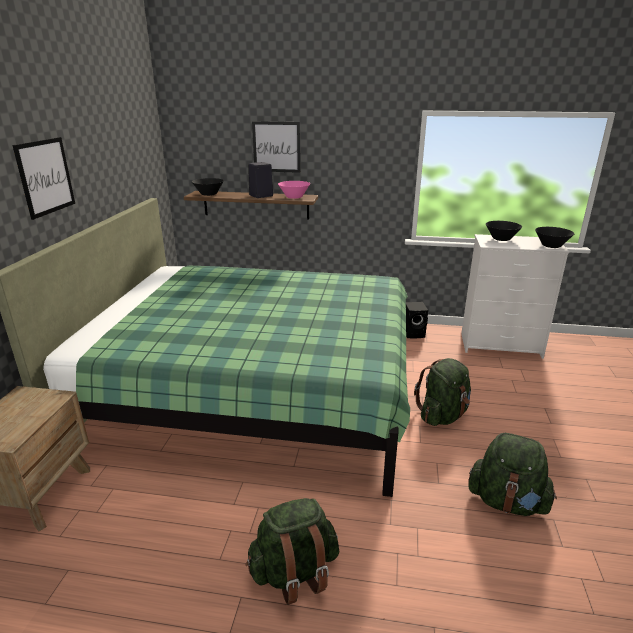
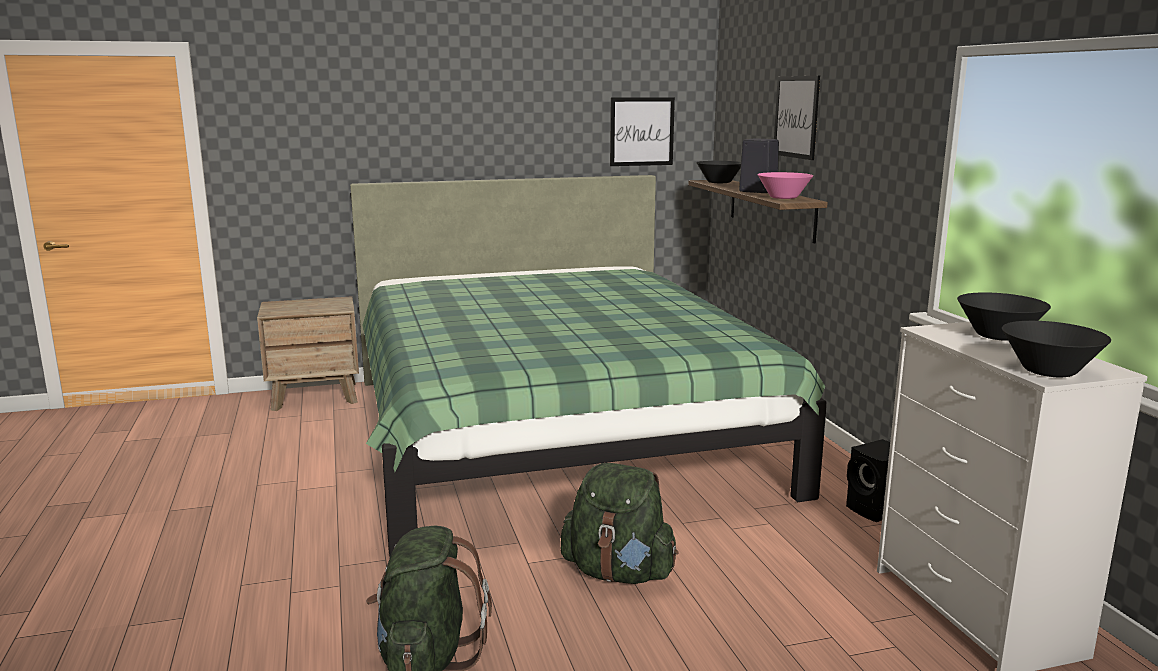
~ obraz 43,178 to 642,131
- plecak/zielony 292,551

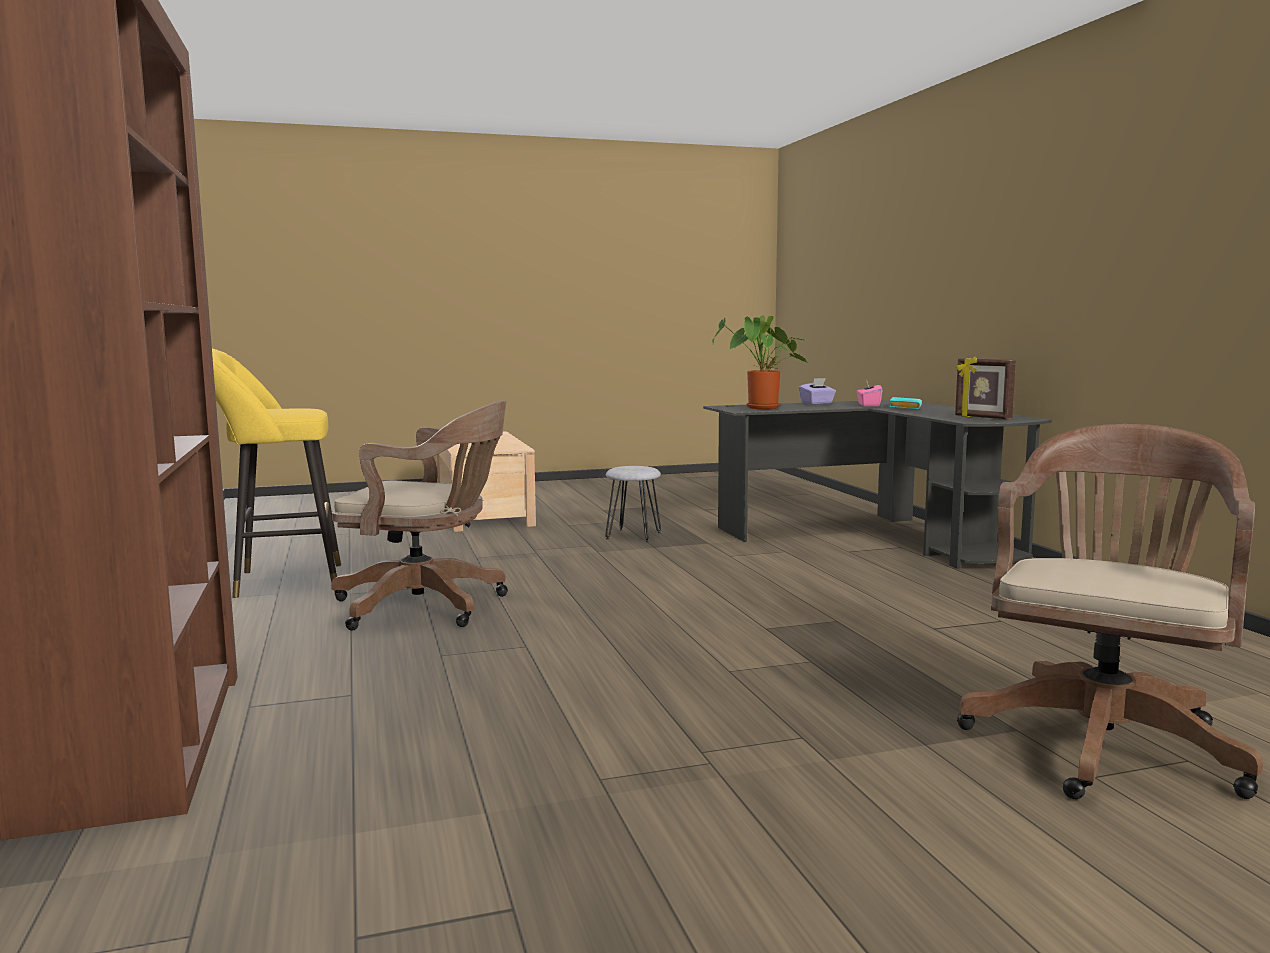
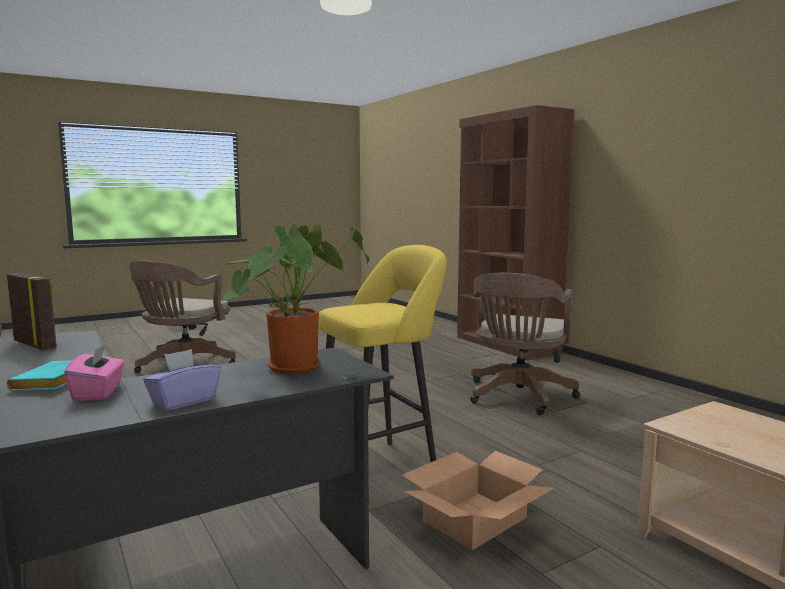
~ stołek/żółty 276,473 to 383,353
~ krzesło biurowe/brązowy 419,516 = 525,344 60 degrees counterclockwise
~ stołek/szary 633,504 to karton 478,500

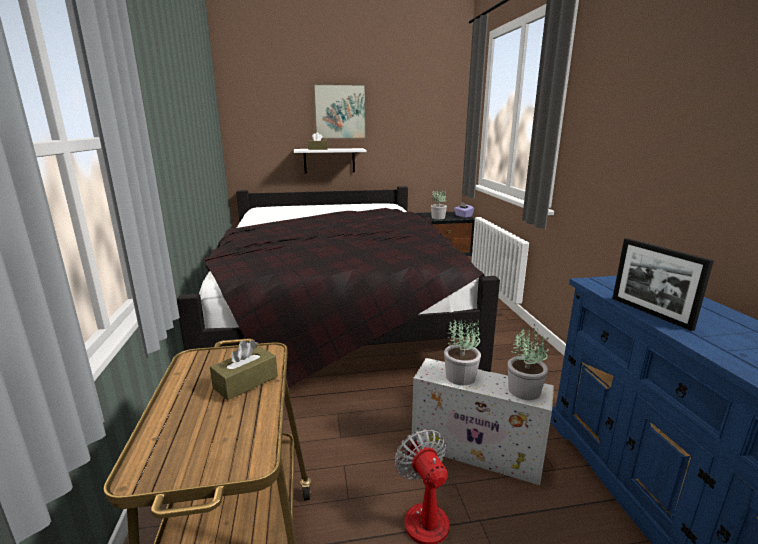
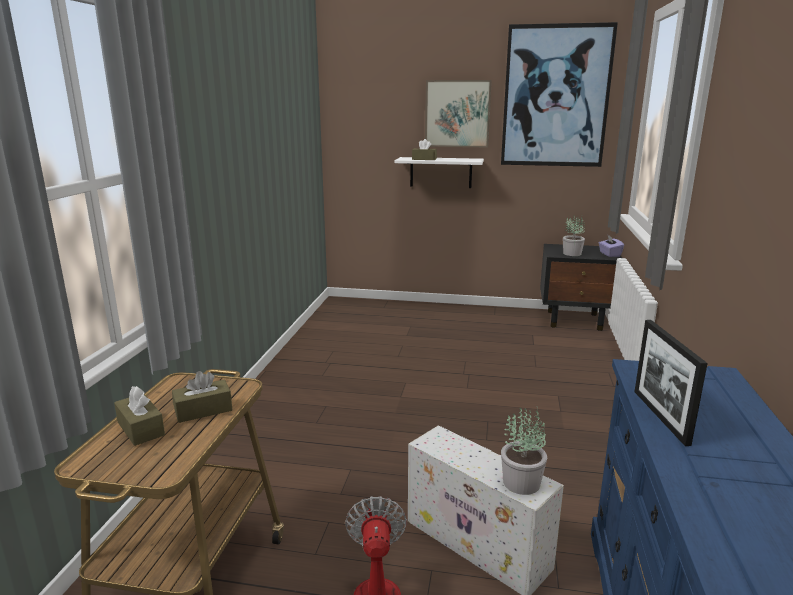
- łóżko/czarny 338,290
- roślina doniczkowa 462,352
+ obraz 559,94
+ pudełko chusteczek/brązowy 139,416

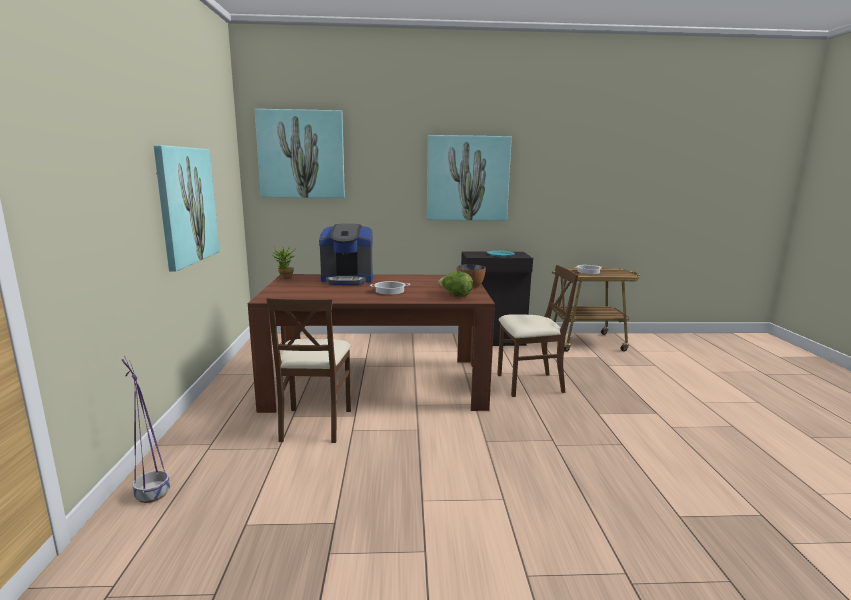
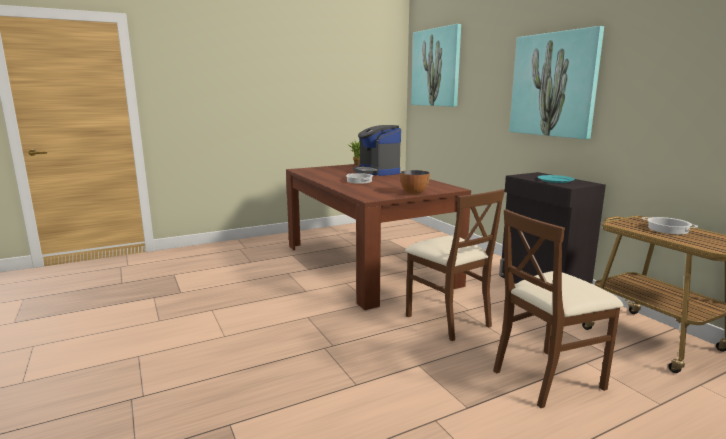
- obraz 186,208
- sałata 455,284
~ krzesło/brązowy 308,370 to 558,308
- donica/fioletowy 146,429

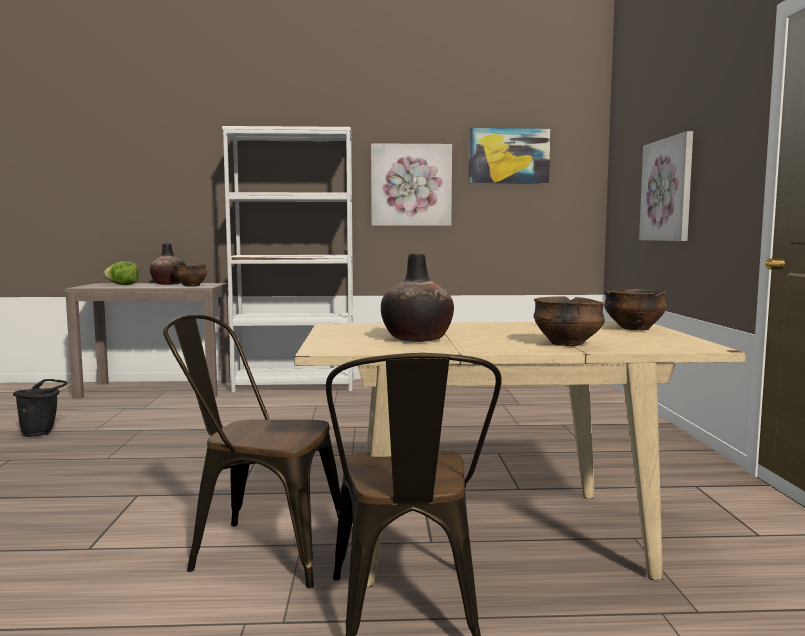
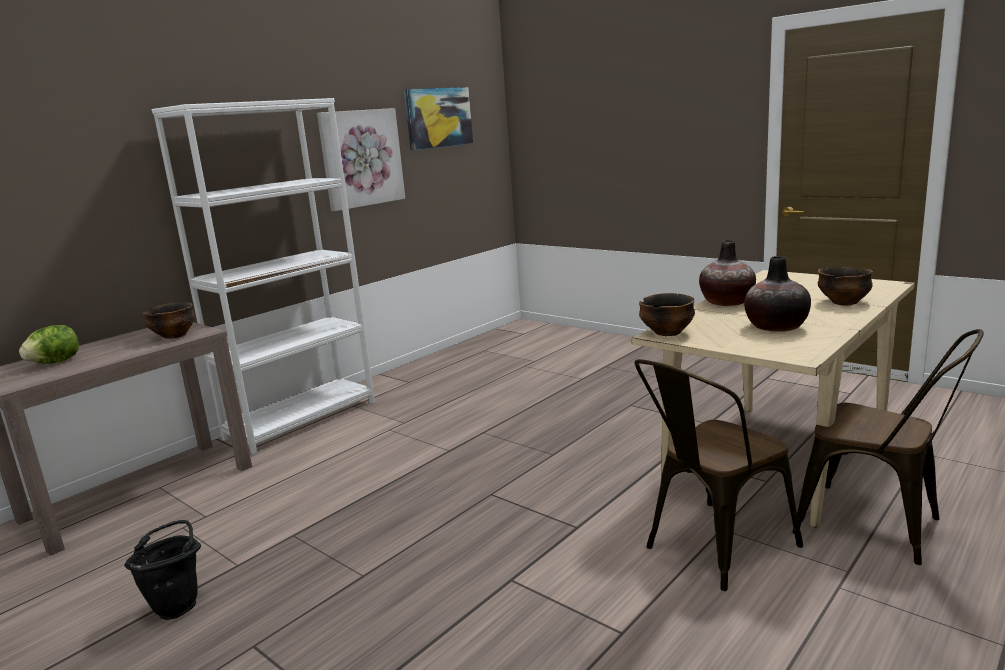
- obraz 666,186
~ wazon 168,264 to 727,273
~ miska 635,309 to 667,314

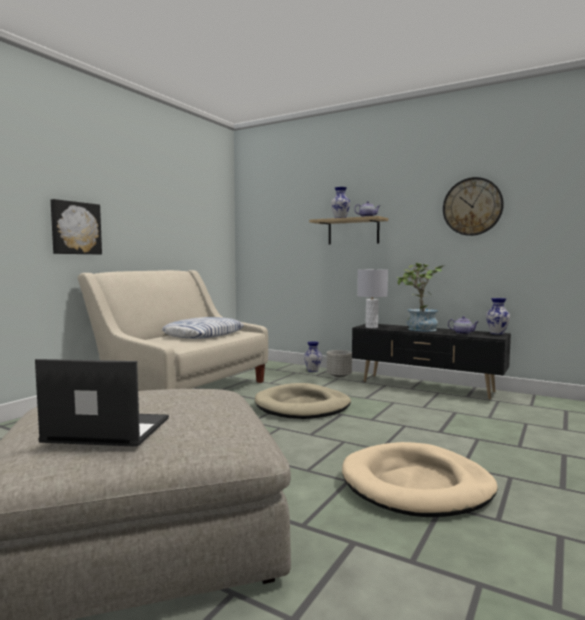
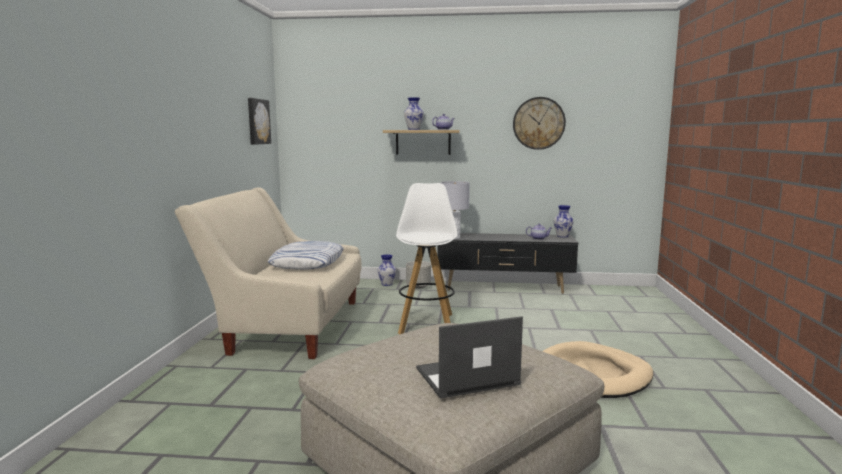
~ obraz 76,226 to 259,121
- roślina doniczkowa 421,297
~ legowisko/beżowy 303,401 to stołek/biały 426,258

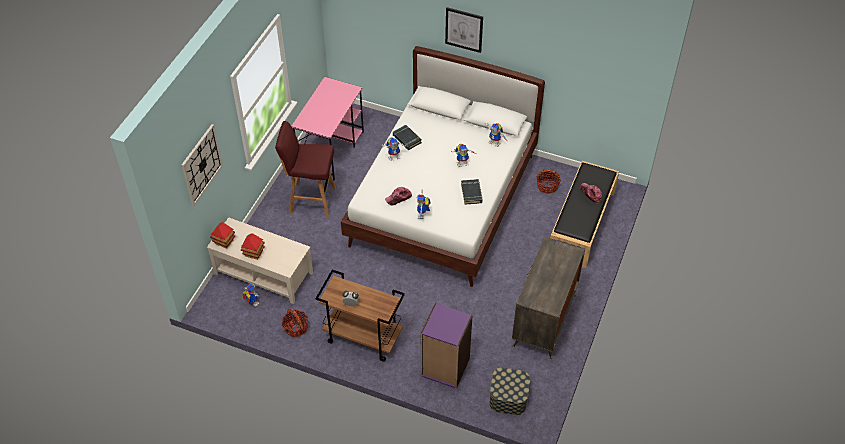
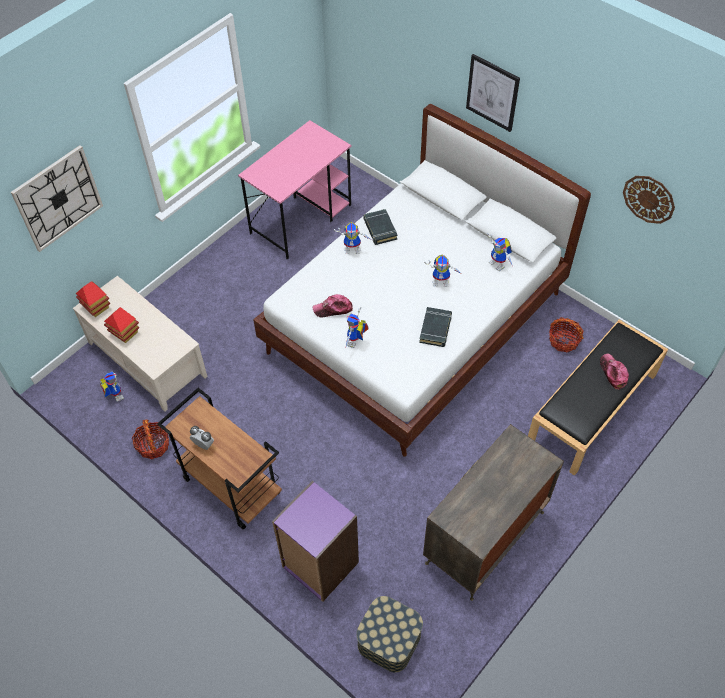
- stołek/czerwony 305,169
+ zegar ścienny 649,200

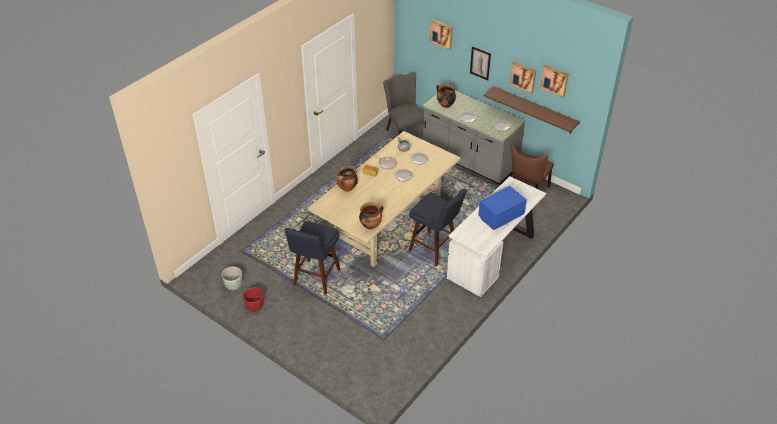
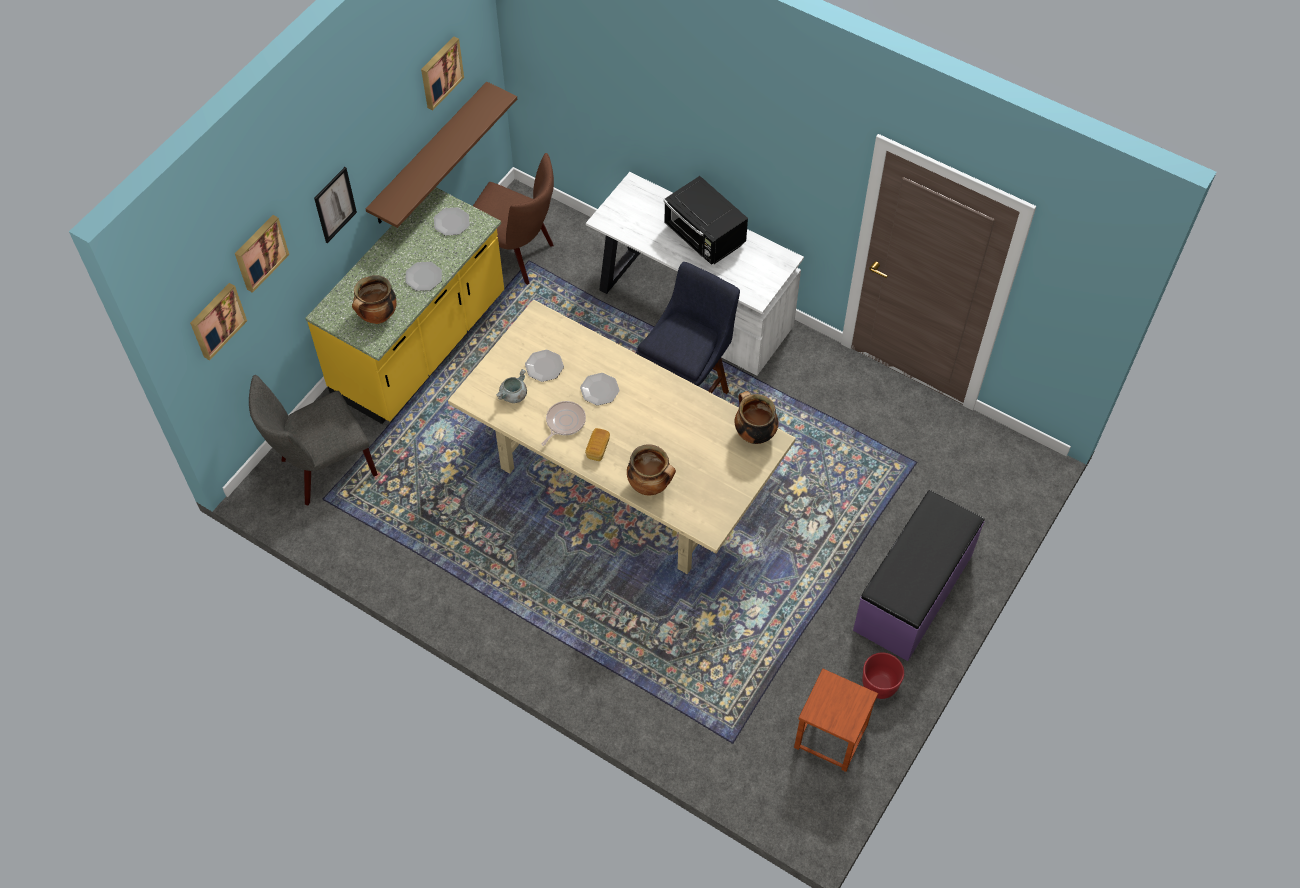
~ obraz 523,78 to 218,321
~ zabudowa kuchenna/szary 474,138 to zabudowa kuchenna/żółty 404,305
~ mikrofalówka/niebieski 502,208 to mikrofalówka/czarny 706,220
- stołek/niebieski 313,257
~ donica/szary 232,278 to stołek/brązowy 836,720
+ ławka/fioletowy 919,575

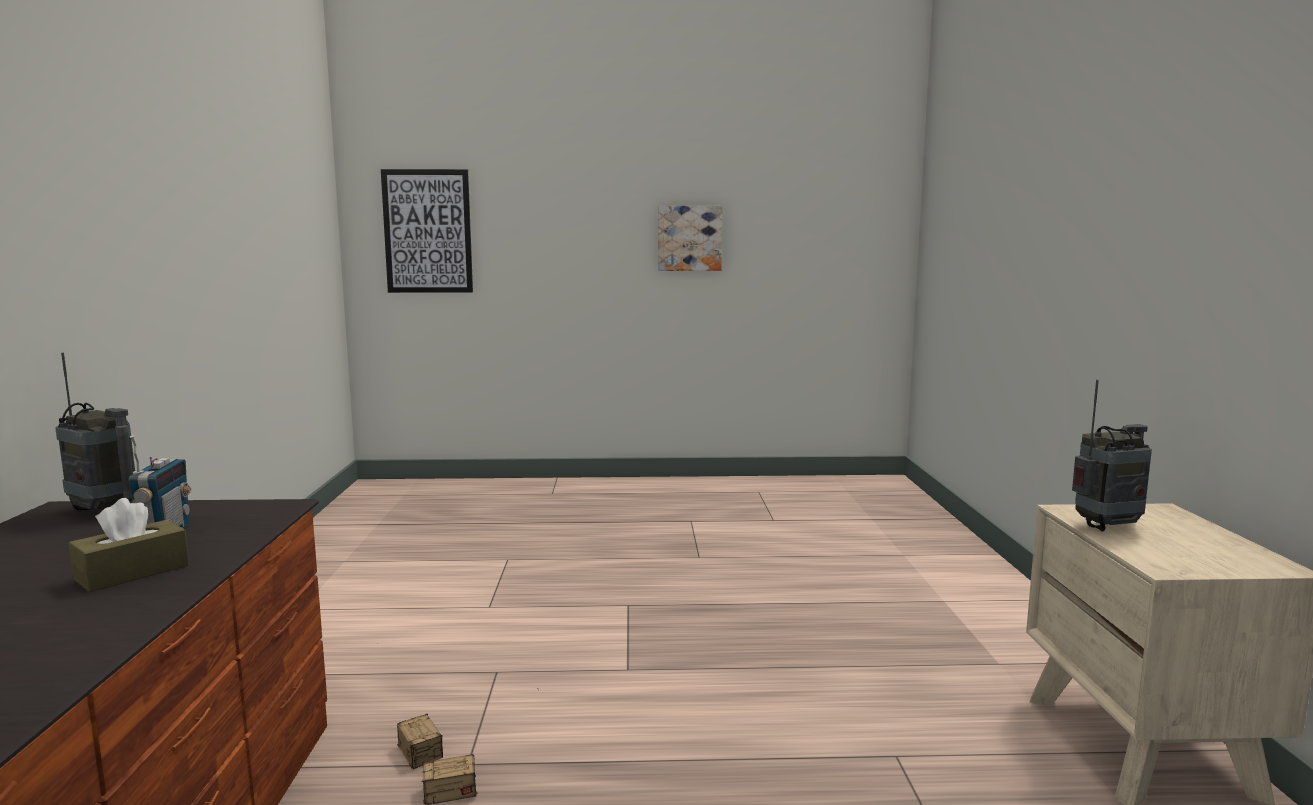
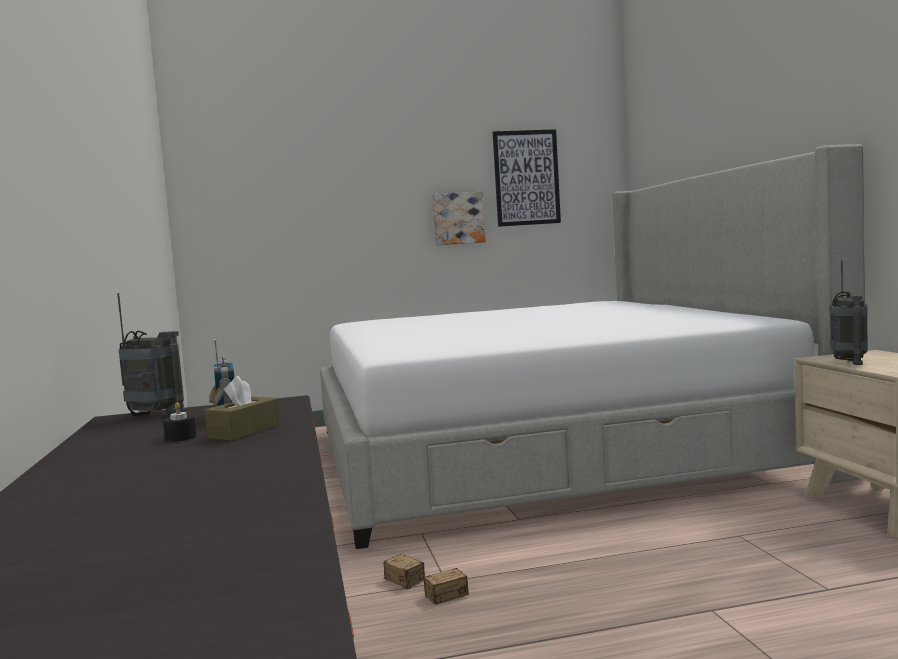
~ obraz 427,231 to 526,178
~ radio 1112,455 = 848,312 135 degrees clockwise
+ łóżko 592,346
+ świeca/czarny 180,422

